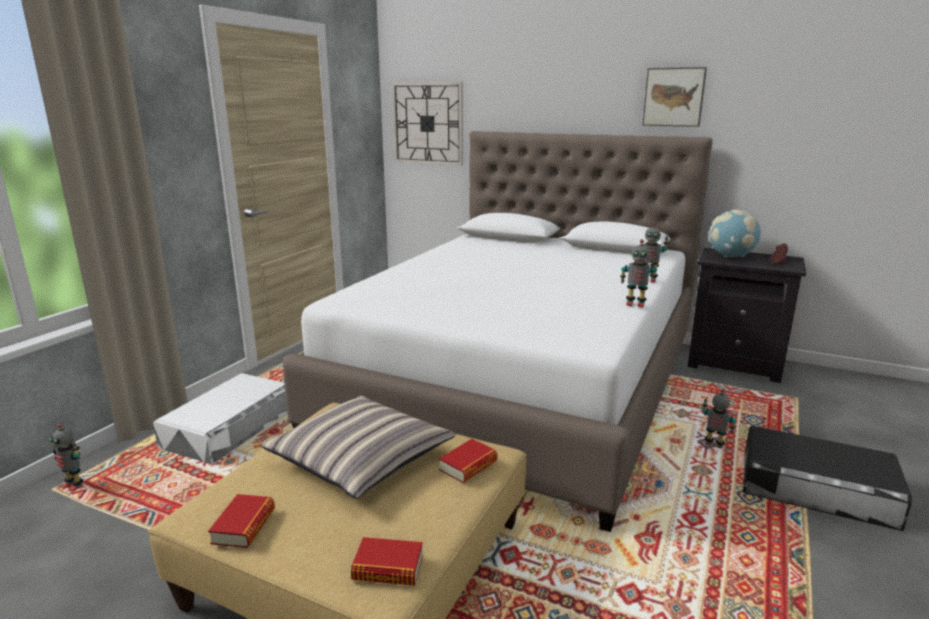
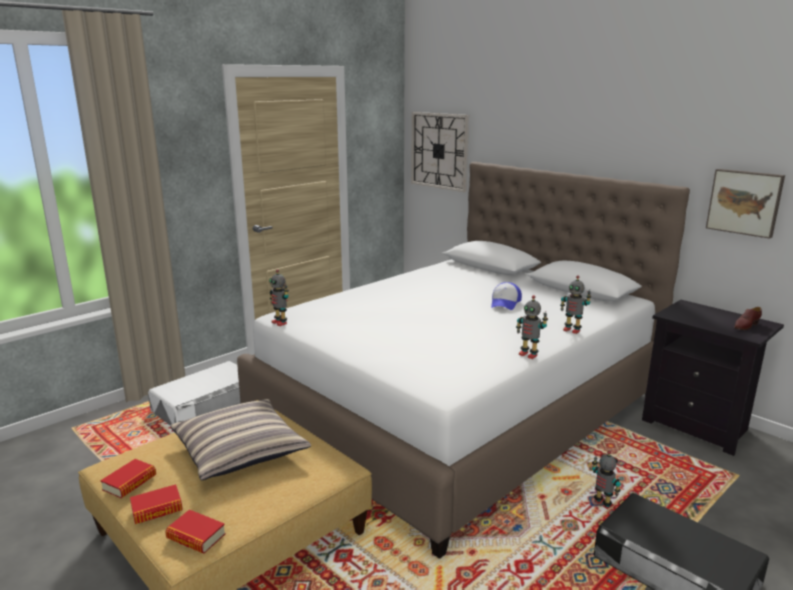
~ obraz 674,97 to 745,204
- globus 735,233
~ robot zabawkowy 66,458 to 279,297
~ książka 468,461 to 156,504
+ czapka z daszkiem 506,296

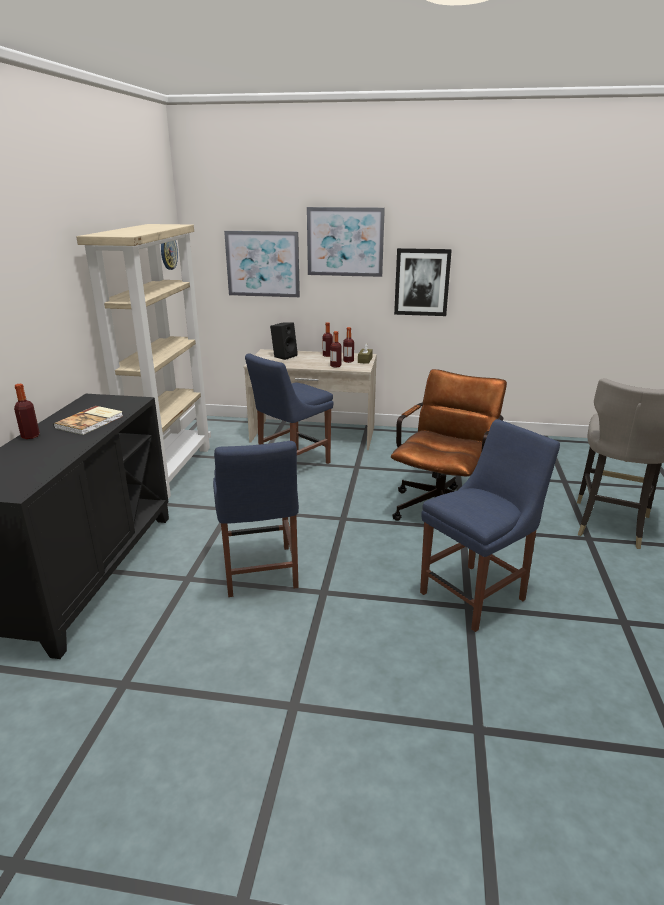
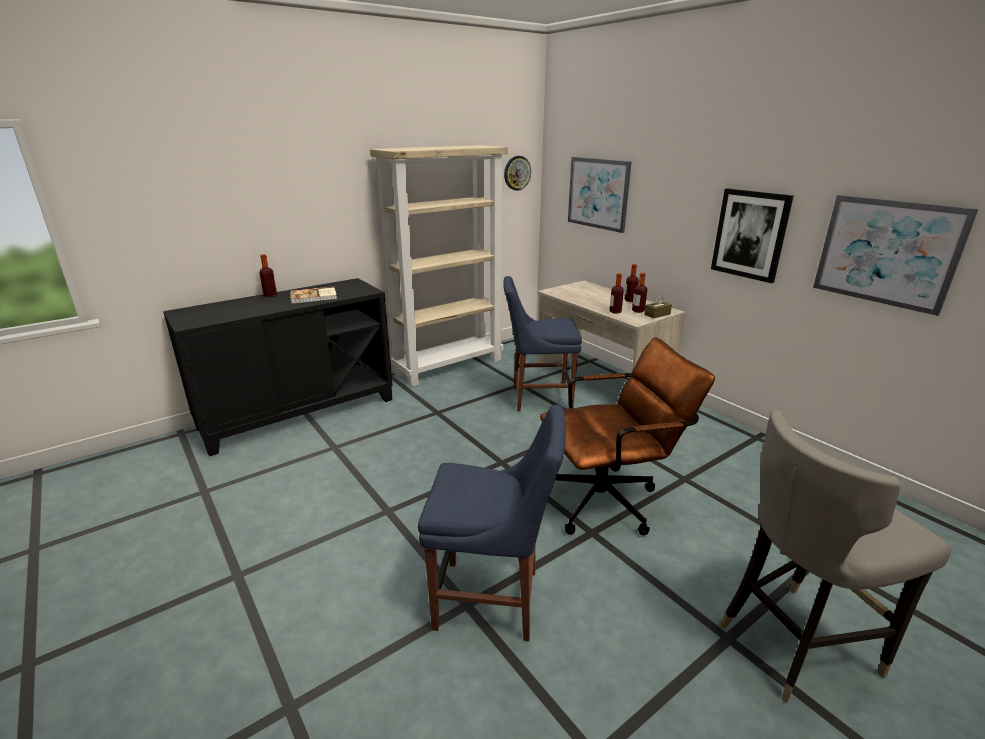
~ obraz 346,242 to 895,255
- głośnik/czarny 284,341
- krzesło/niebieski 256,519

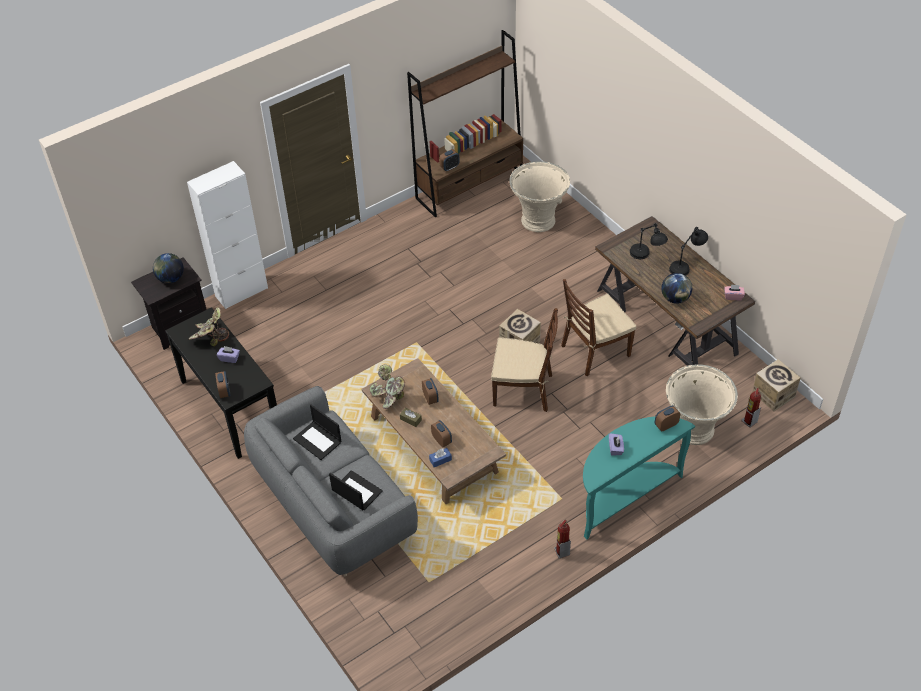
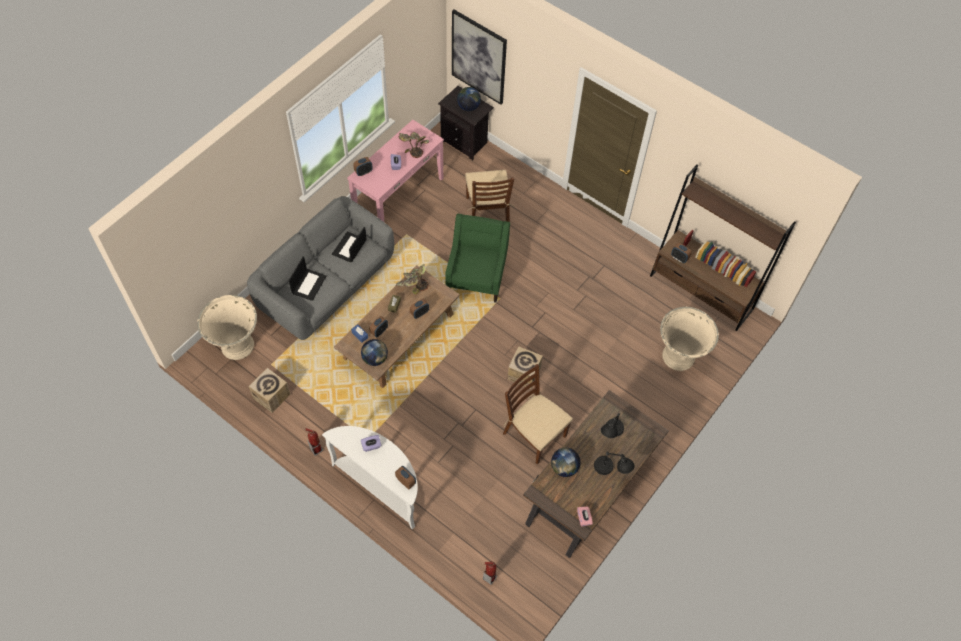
- szafka/biały 227,235
~ stolik konsolowy/czarny 221,383 to stolik konsolowy/różowy 395,171
~ krzesło/brązowy 524,360 to 489,196
~ karton 777,385 to 270,390
~ donica/beżowy 702,404 to 227,327
~ stolik konsolowy/turkusowy 639,477 to stolik konsolowy/biały 370,477
+ obraz 479,57
+ fotel/zielony 477,258
+ globus 374,352

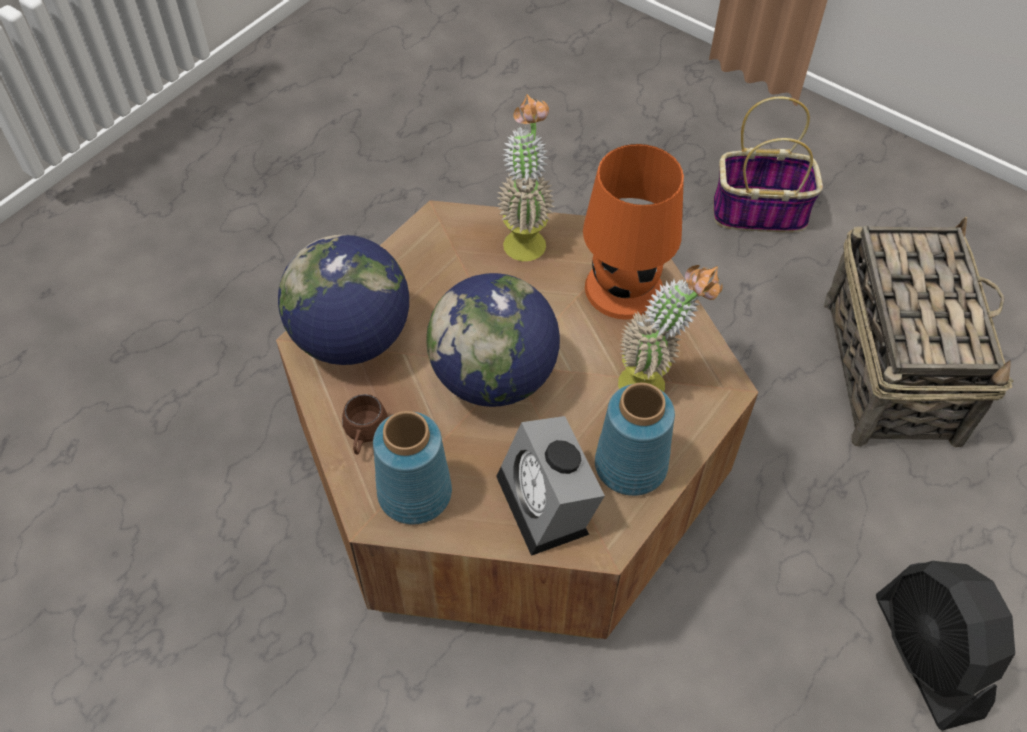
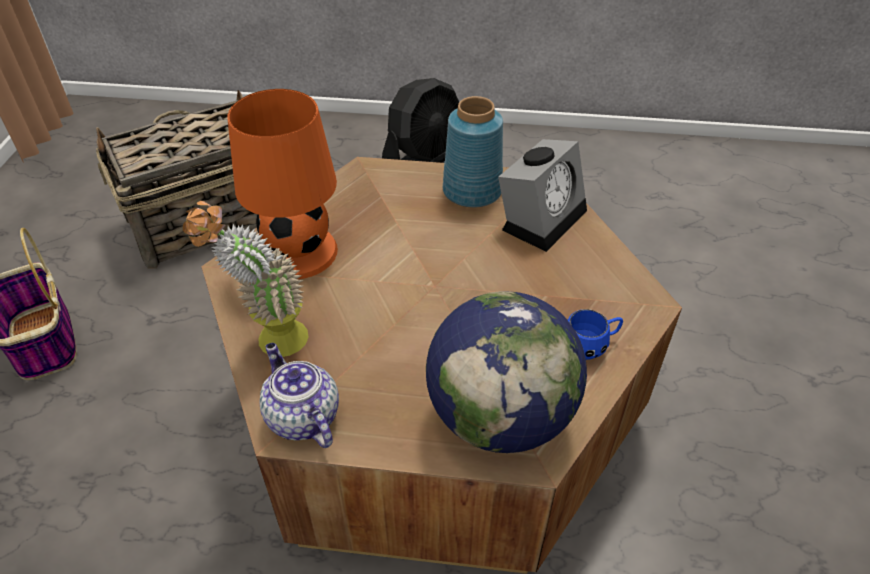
- roślina doniczkowa 670,328
- globus 493,340
~ kubek/brązowy 365,424 to kubek/niebieski 595,334
- wazon/niebieski 412,467
+ imbryk 299,395

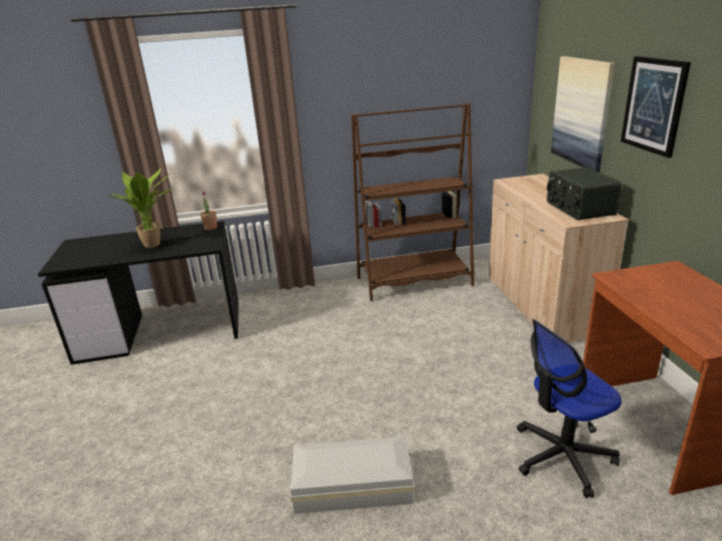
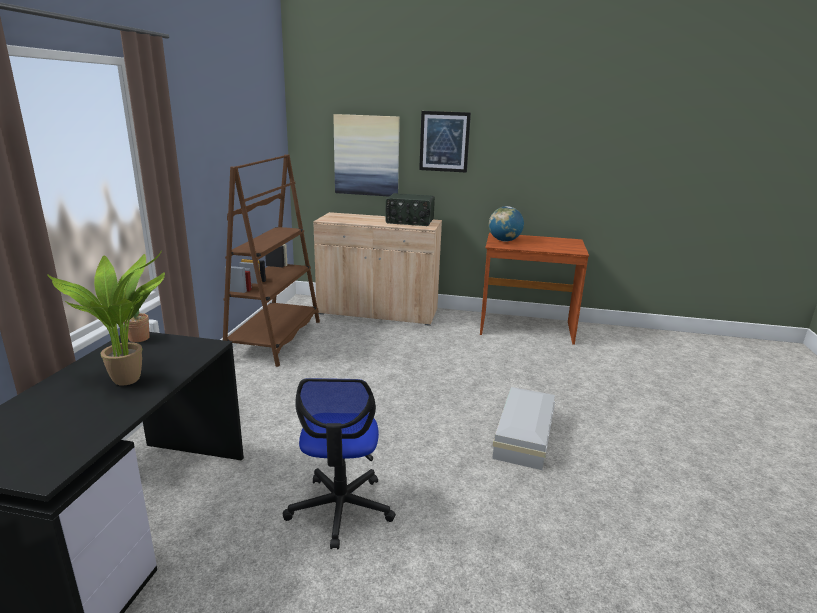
~ krzesło biurowe 569,408 to 339,463
+ globus 506,224

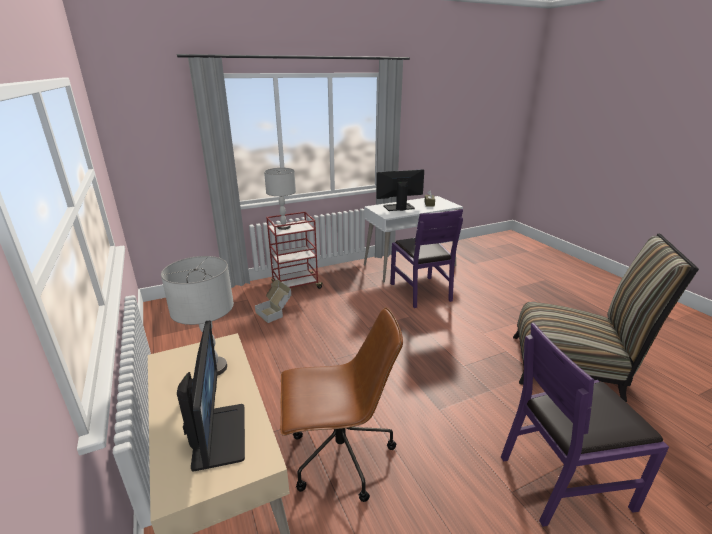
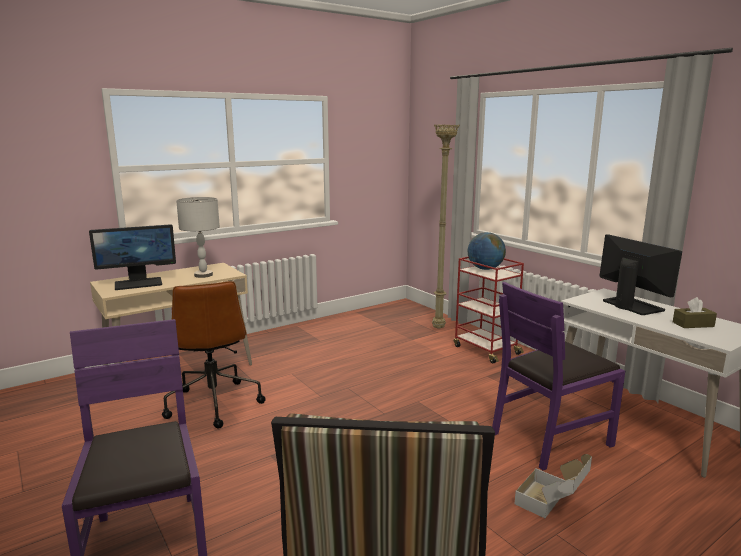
~ lampa stołowa/szary 280,199 to globus 487,251
~ karton 273,301 to 553,486
+ lampa stojąca/beżowy 445,226

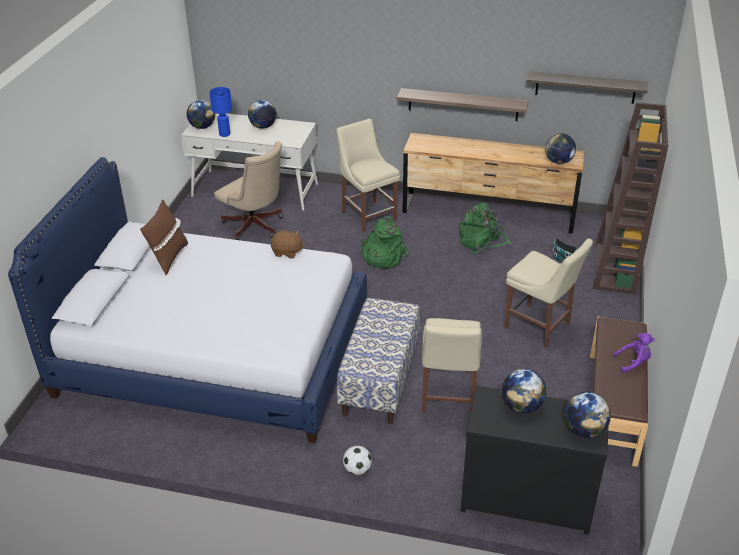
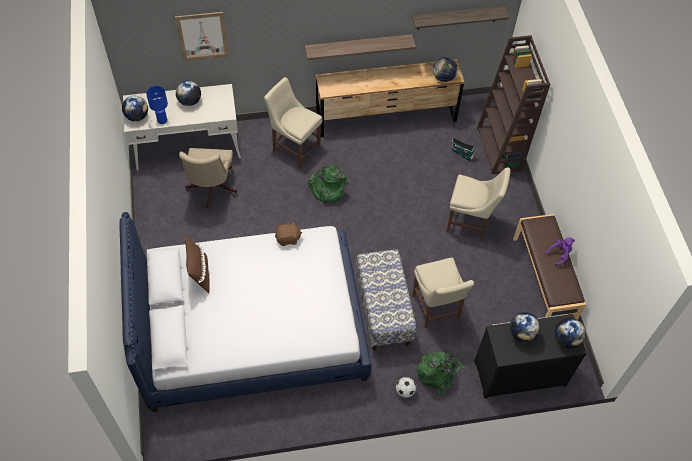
~ krzesło biurowe/beżowy 248,190 = 208,178 75 degrees clockwise
~ plecak/zielony 485,228 to 441,372
+ obraz 202,36

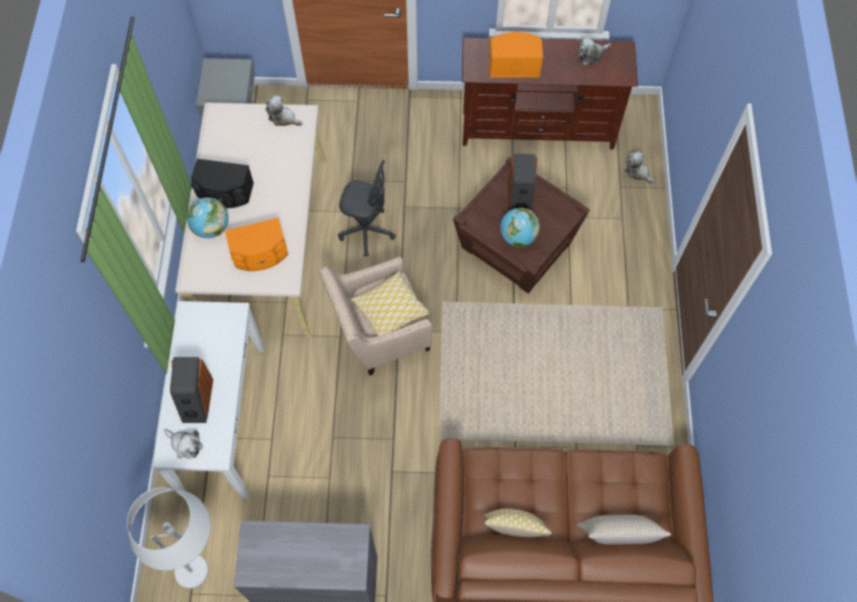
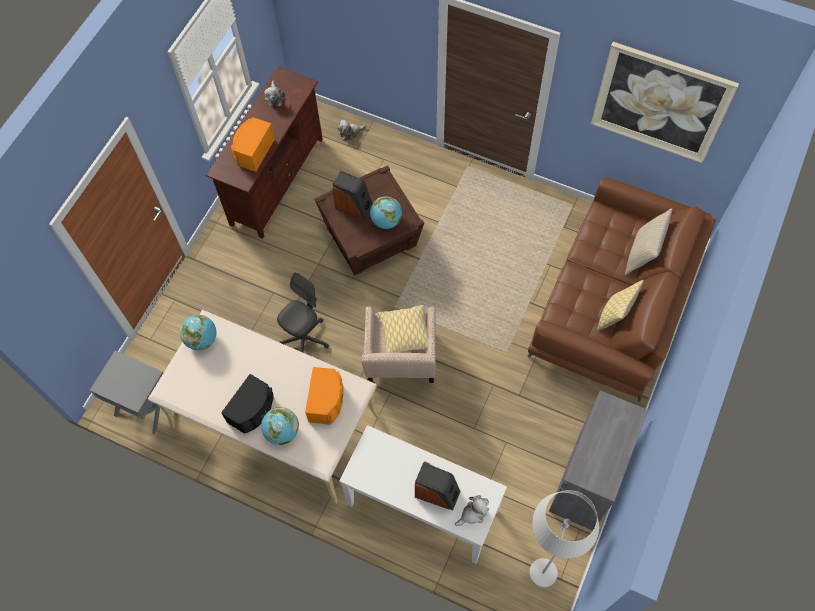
~ pluszak 284,110 to globus 198,332
+ obraz 665,102

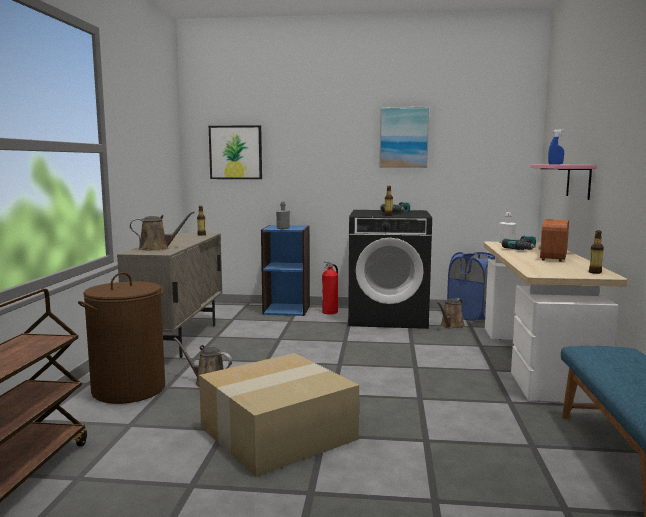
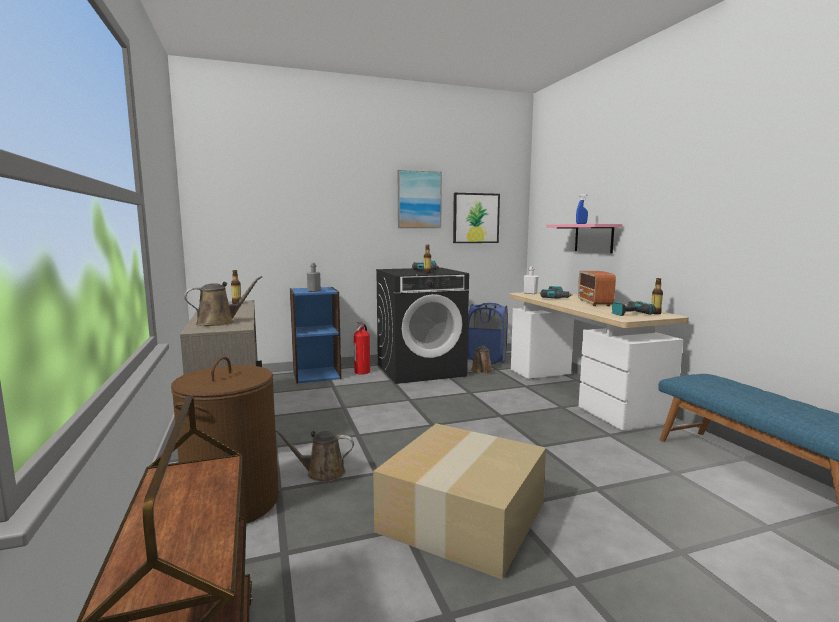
~ obraz 235,152 to 476,218
+ wiertarka 634,308

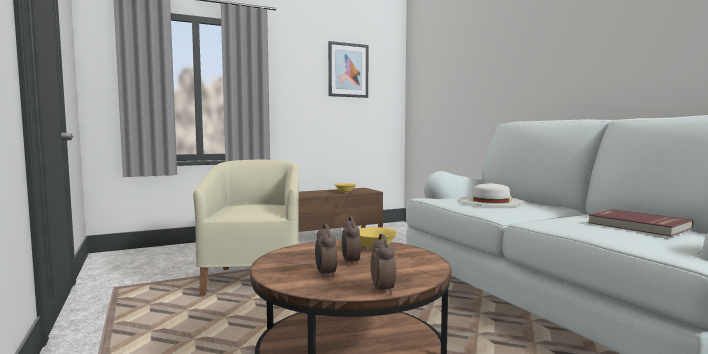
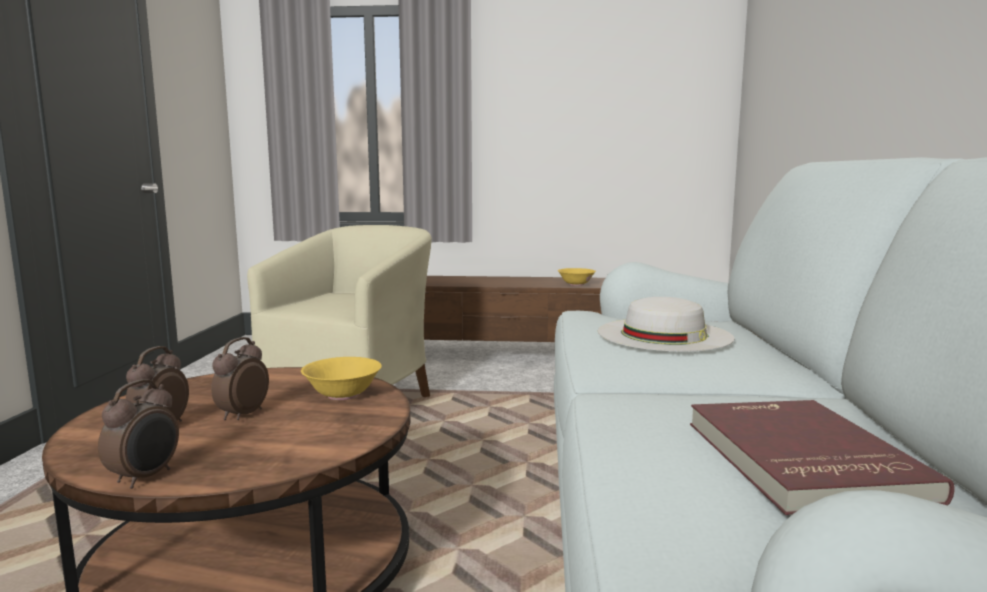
- obraz 348,69

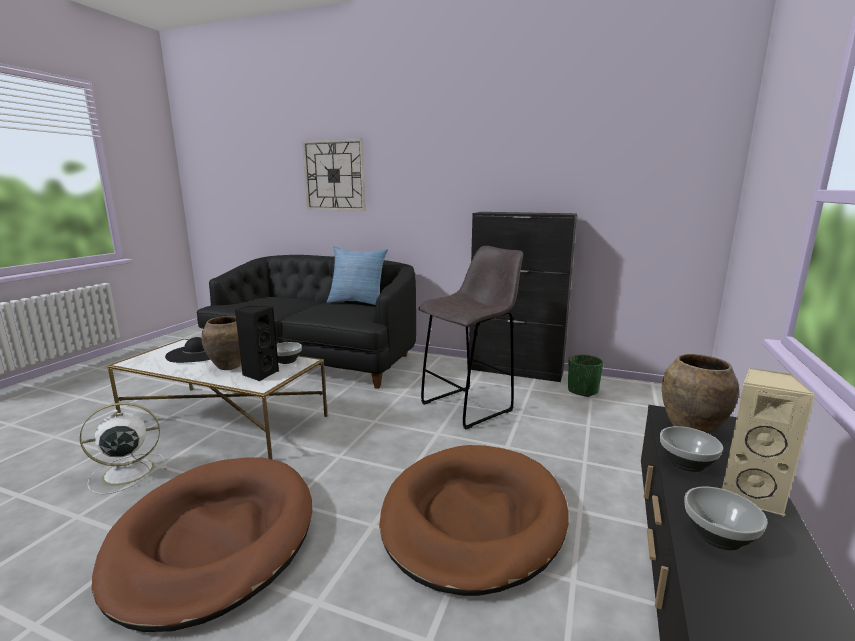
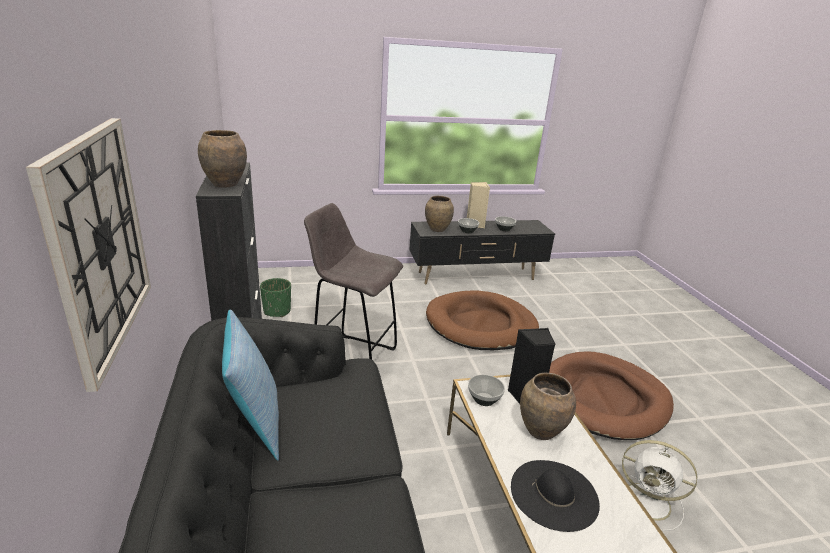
+ wazon/brązowy 222,159

